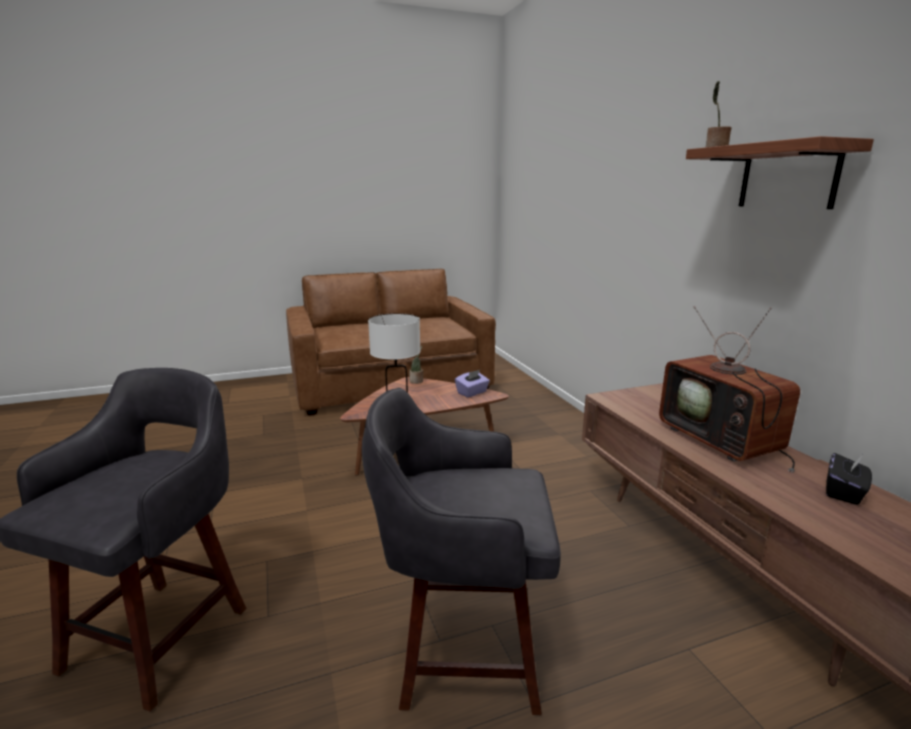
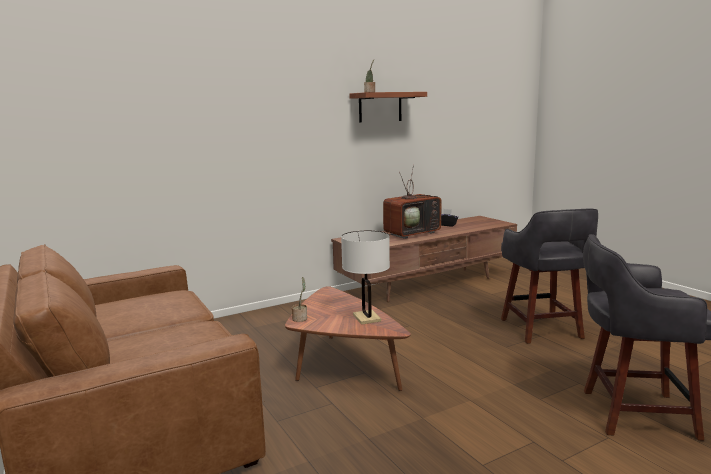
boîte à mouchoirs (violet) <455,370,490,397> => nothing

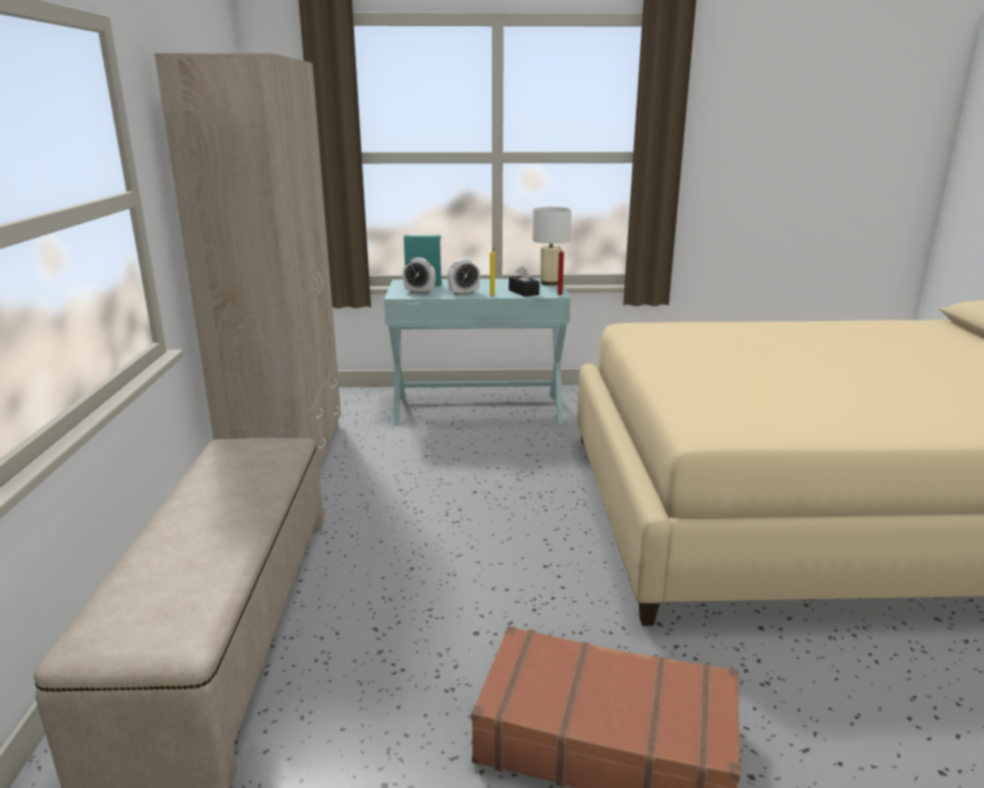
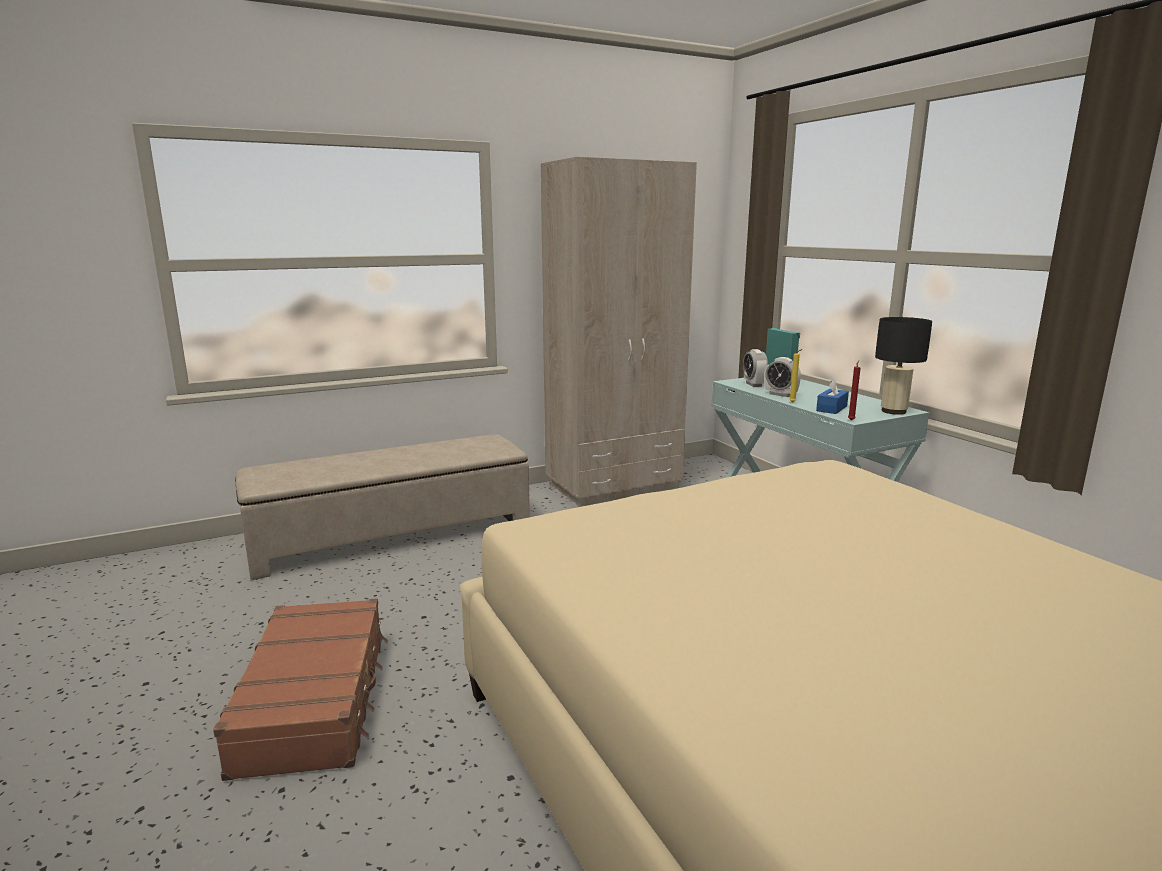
boîte à mouchoirs (noir) <509,266,540,297> => boîte à mouchoirs (bleu) <816,377,849,414>
lampe de table (blanc) <532,207,571,286> => lampe de table (noir) <875,317,932,415>

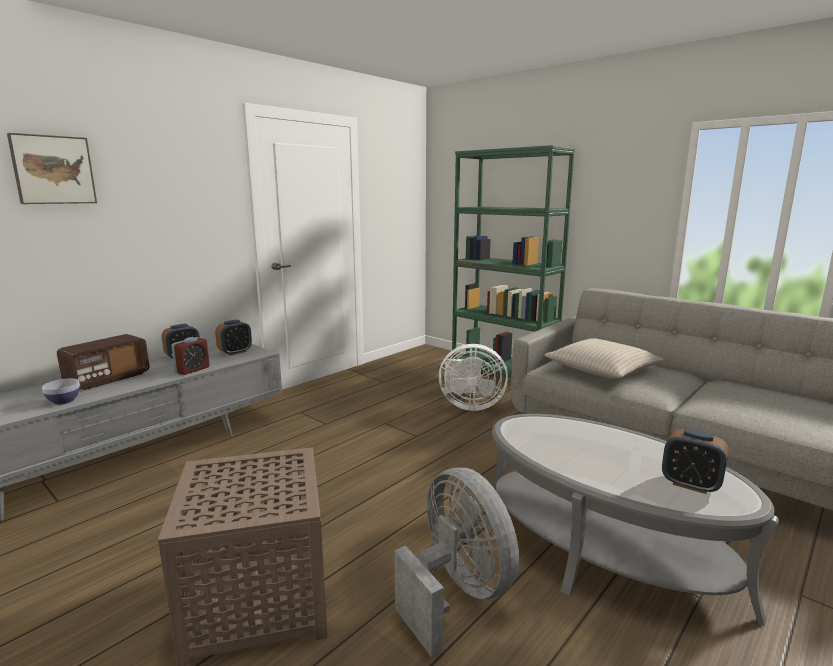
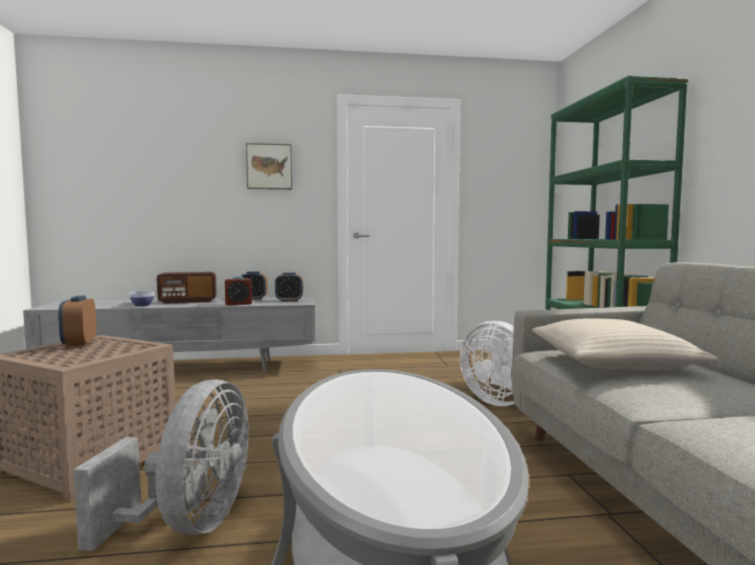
tableau <7,133,97,204> => tableau <246,143,292,189>, shifted
réveil <662,428,729,494> => réveil <58,296,96,347>, shifted

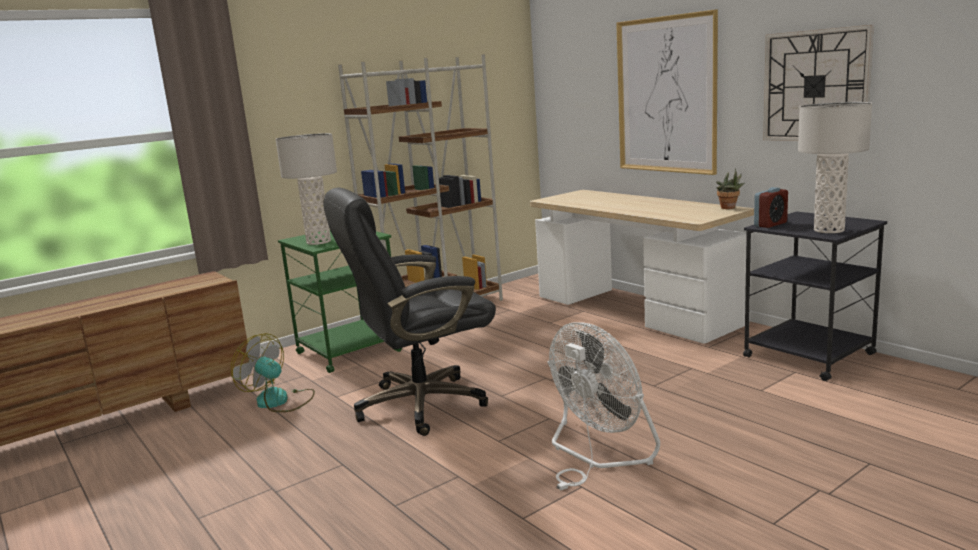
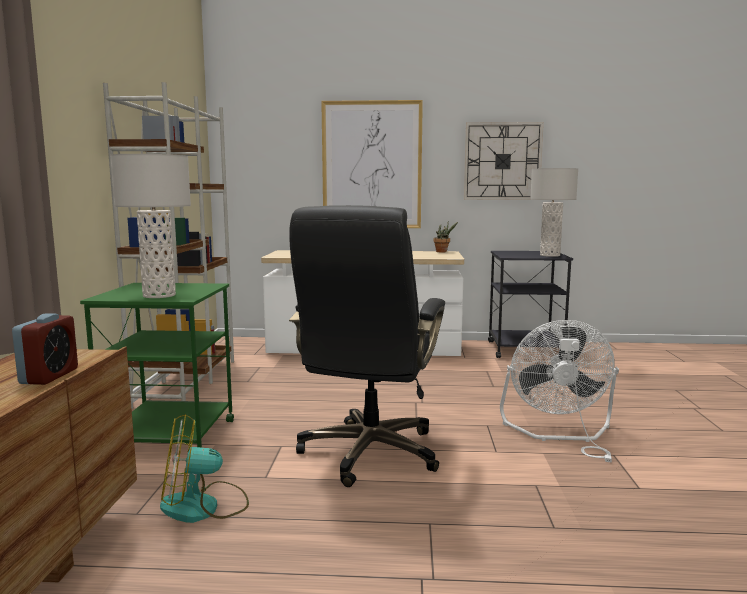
réveil <754,187,788,228> => réveil <12,313,78,385>, shifted

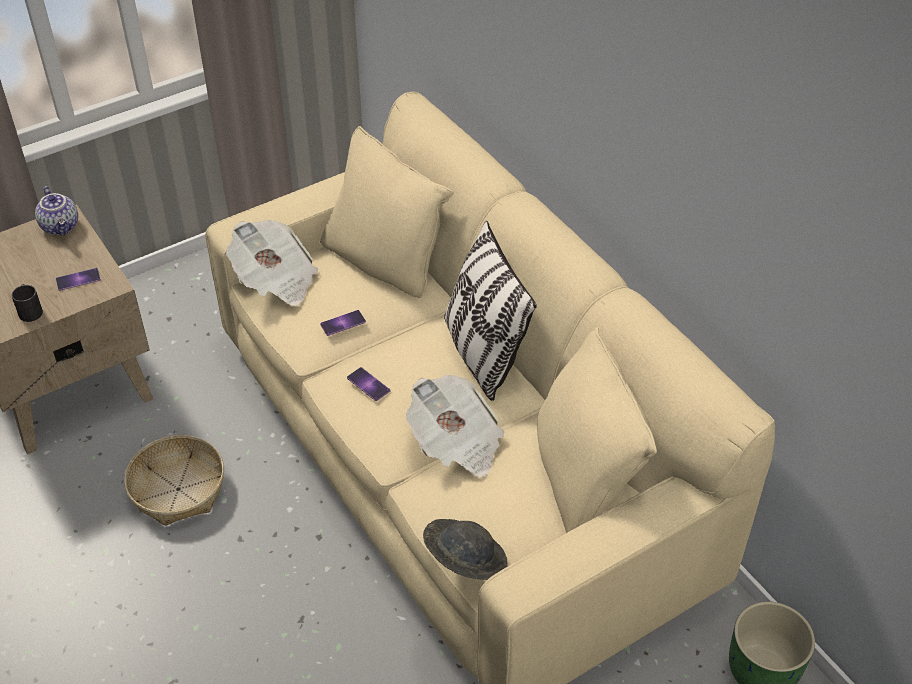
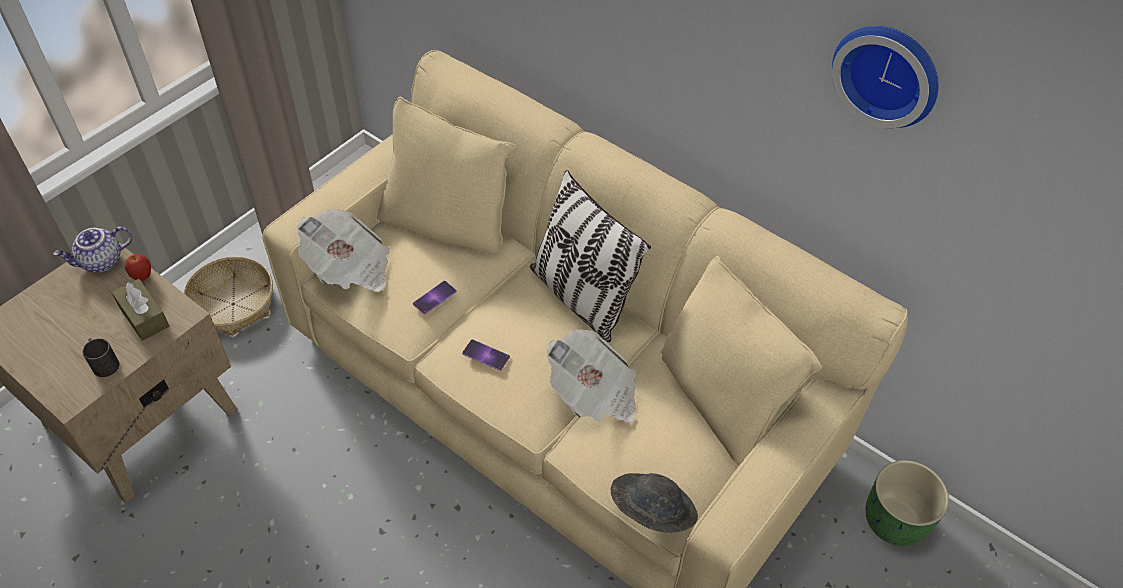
nothing => pomme <125,254,151,281>
nothing => horloge murale <832,26,939,128>
panier <124,435,224,526> => panier <183,256,273,336>, shifted
téléphone <56,268,101,291> => boîte à mouchoirs (marron) <112,279,169,341>
théière <35,186,78,235> => théière <53,226,132,272>, 105 degrees clockwise

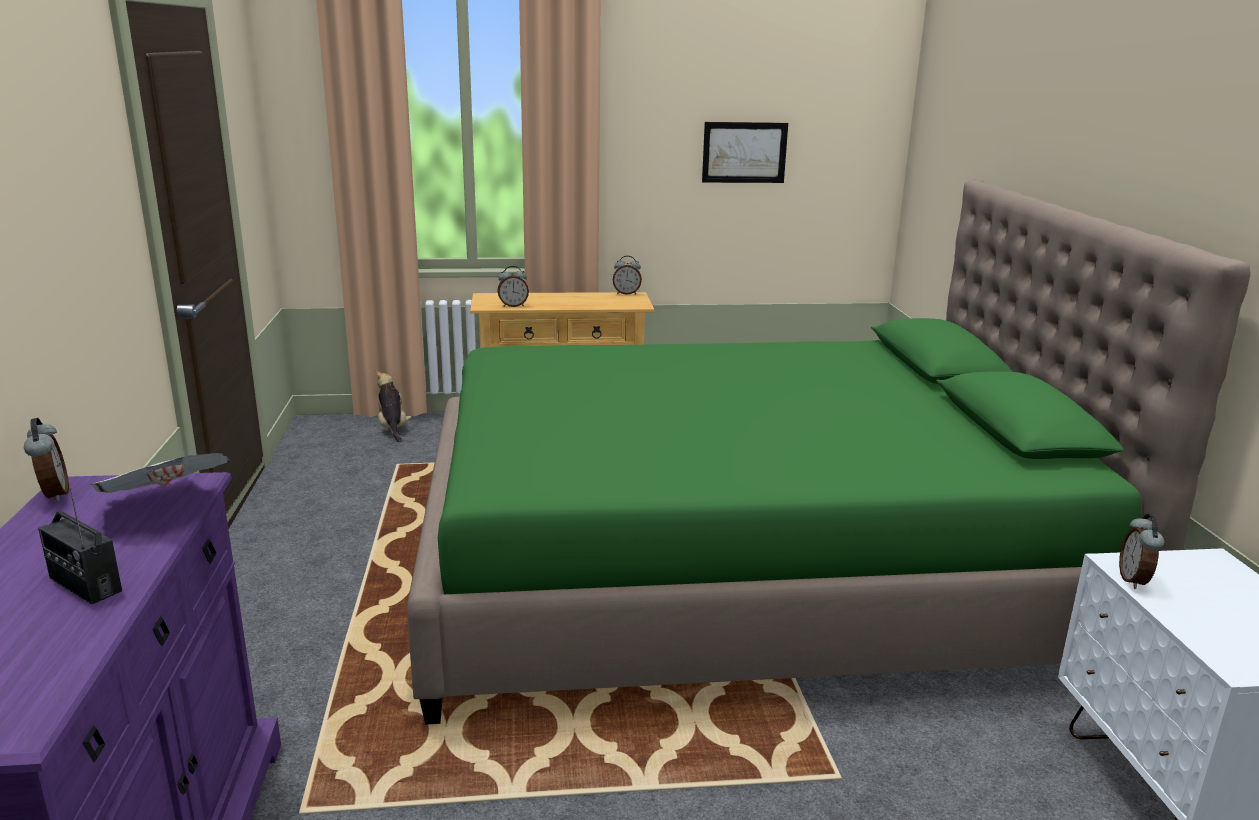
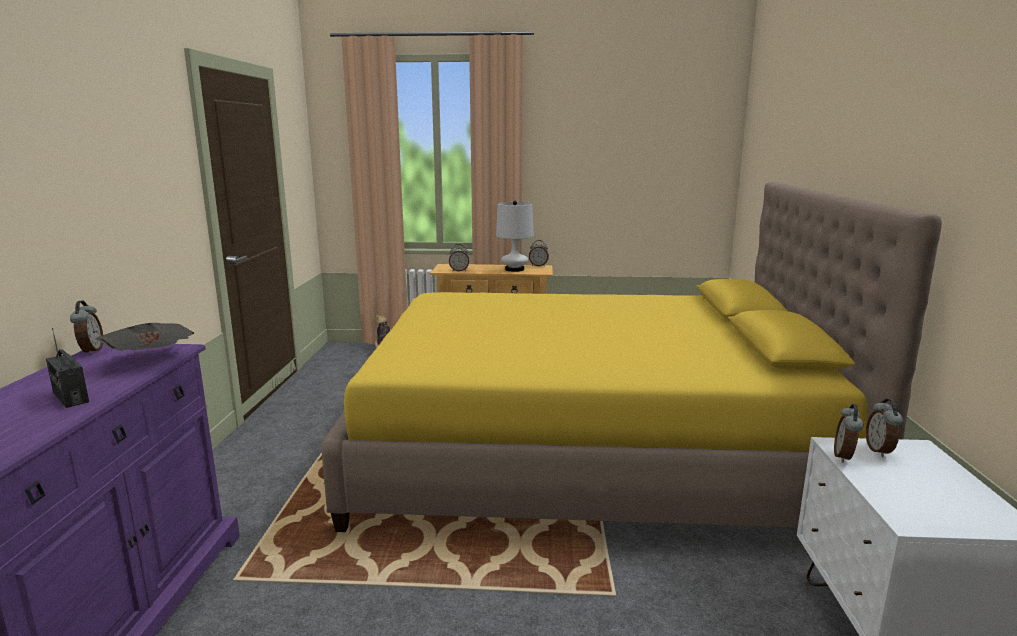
tableau <702,122,788,183> => nothing
nothing => lampe de table (blanc) <496,201,534,272>
nothing => réveil <866,399,903,457>
lit (vert) <407,179,1251,725> => lit (jaune) <322,182,942,532>

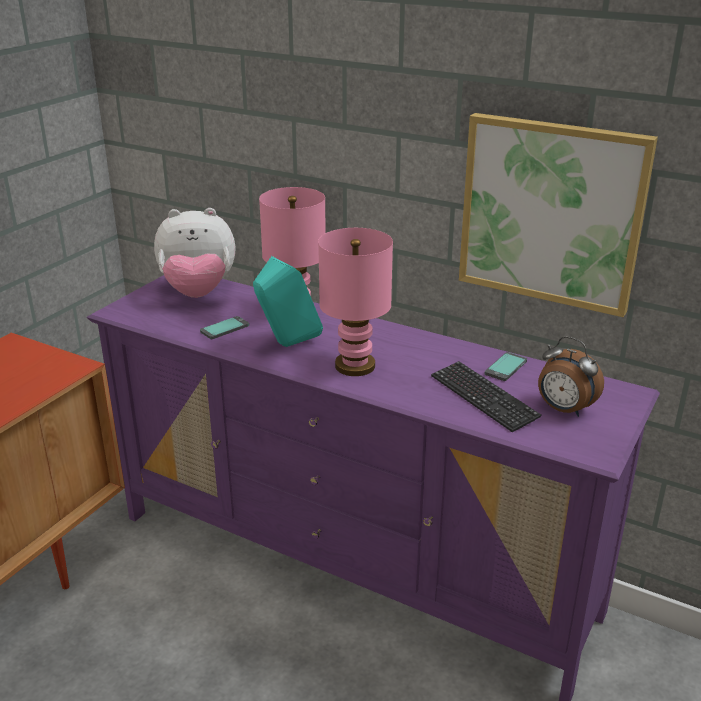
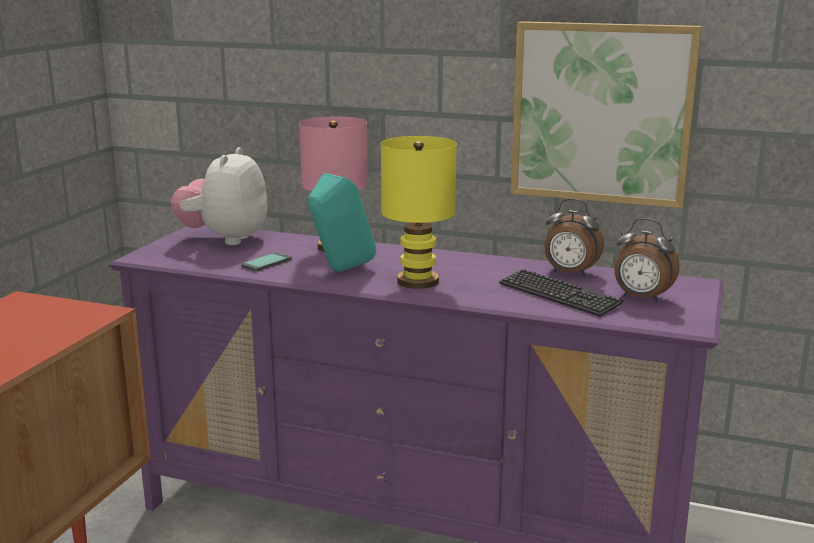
téléphone <485,352,527,381> => réveil <545,199,604,276>
lampe de table (rose) <318,228,393,376> => lampe de table (jaune) <381,136,457,289>
peluche <154,208,235,298> => peluche <171,147,267,245>, 120 degrees clockwise

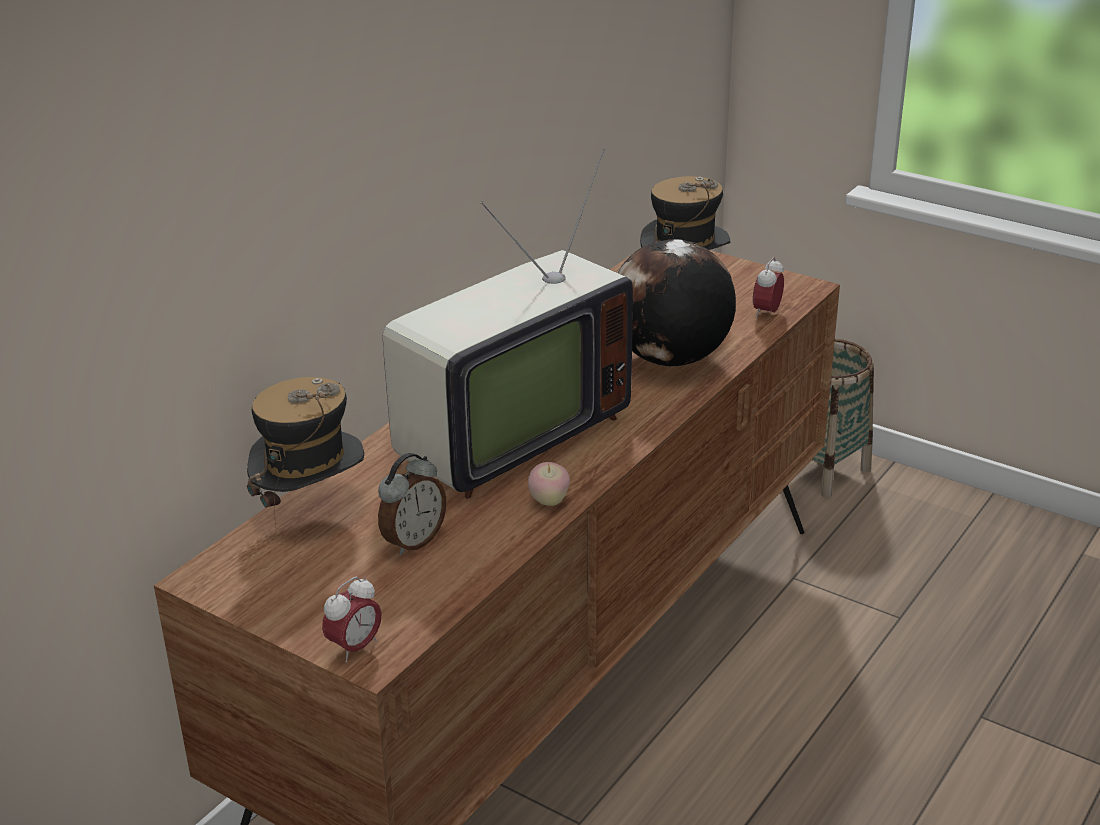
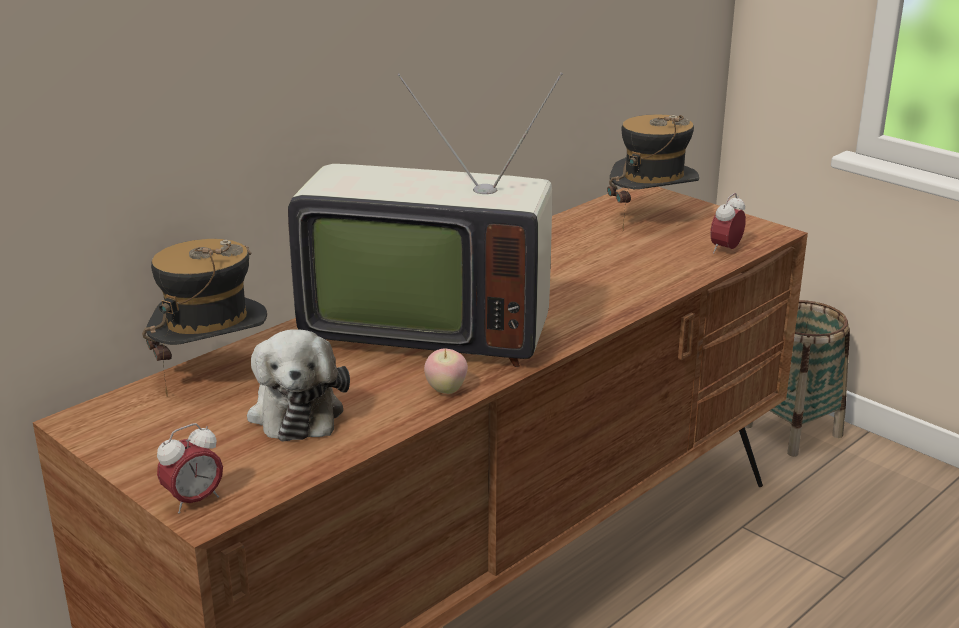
globe <617,239,736,367> => nothing
réveil <378,453,446,555> => peluche <247,329,350,441>
téléviseur <383,148,633,499> => téléviseur <288,72,563,367>, 45 degrees clockwise

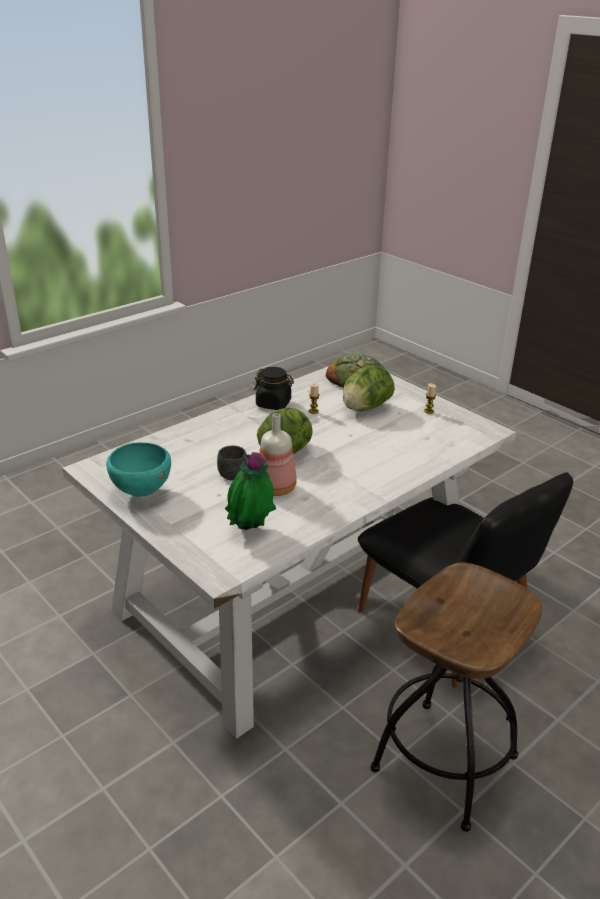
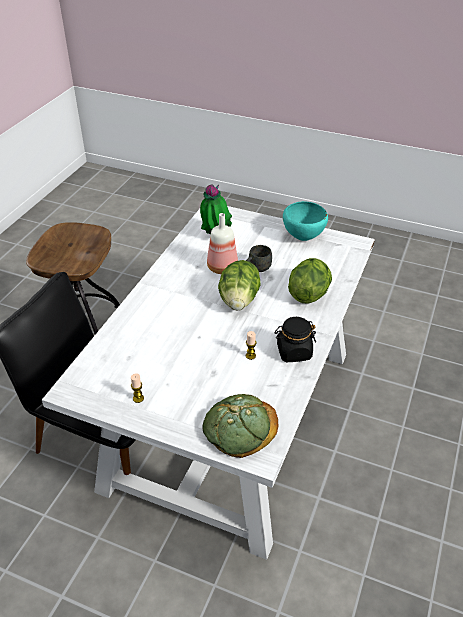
laitue <343,365,395,411> => laitue <288,258,332,303>, shifted

